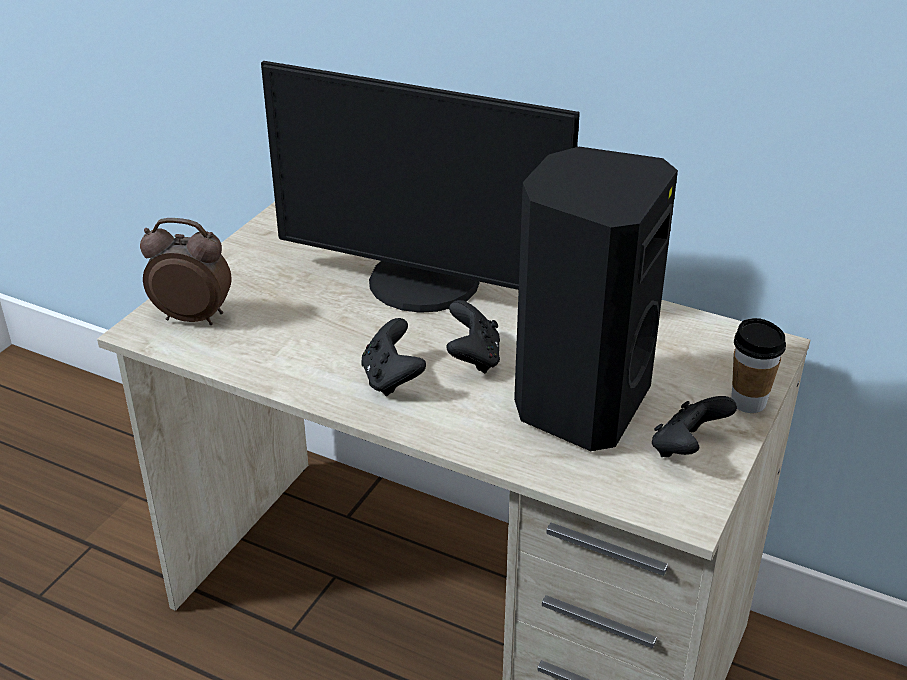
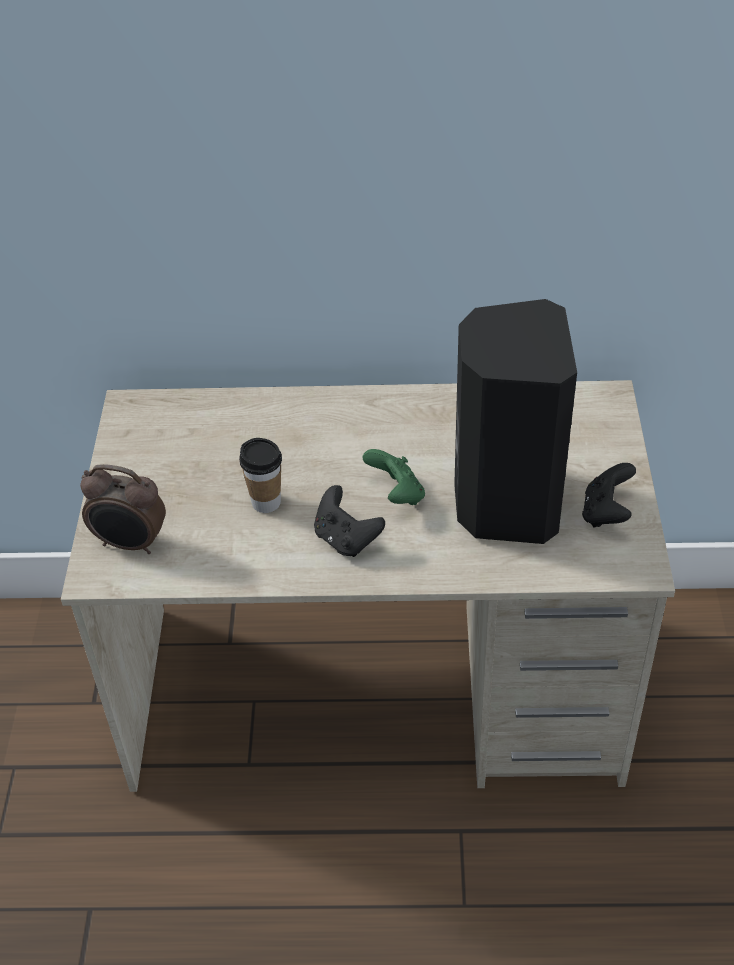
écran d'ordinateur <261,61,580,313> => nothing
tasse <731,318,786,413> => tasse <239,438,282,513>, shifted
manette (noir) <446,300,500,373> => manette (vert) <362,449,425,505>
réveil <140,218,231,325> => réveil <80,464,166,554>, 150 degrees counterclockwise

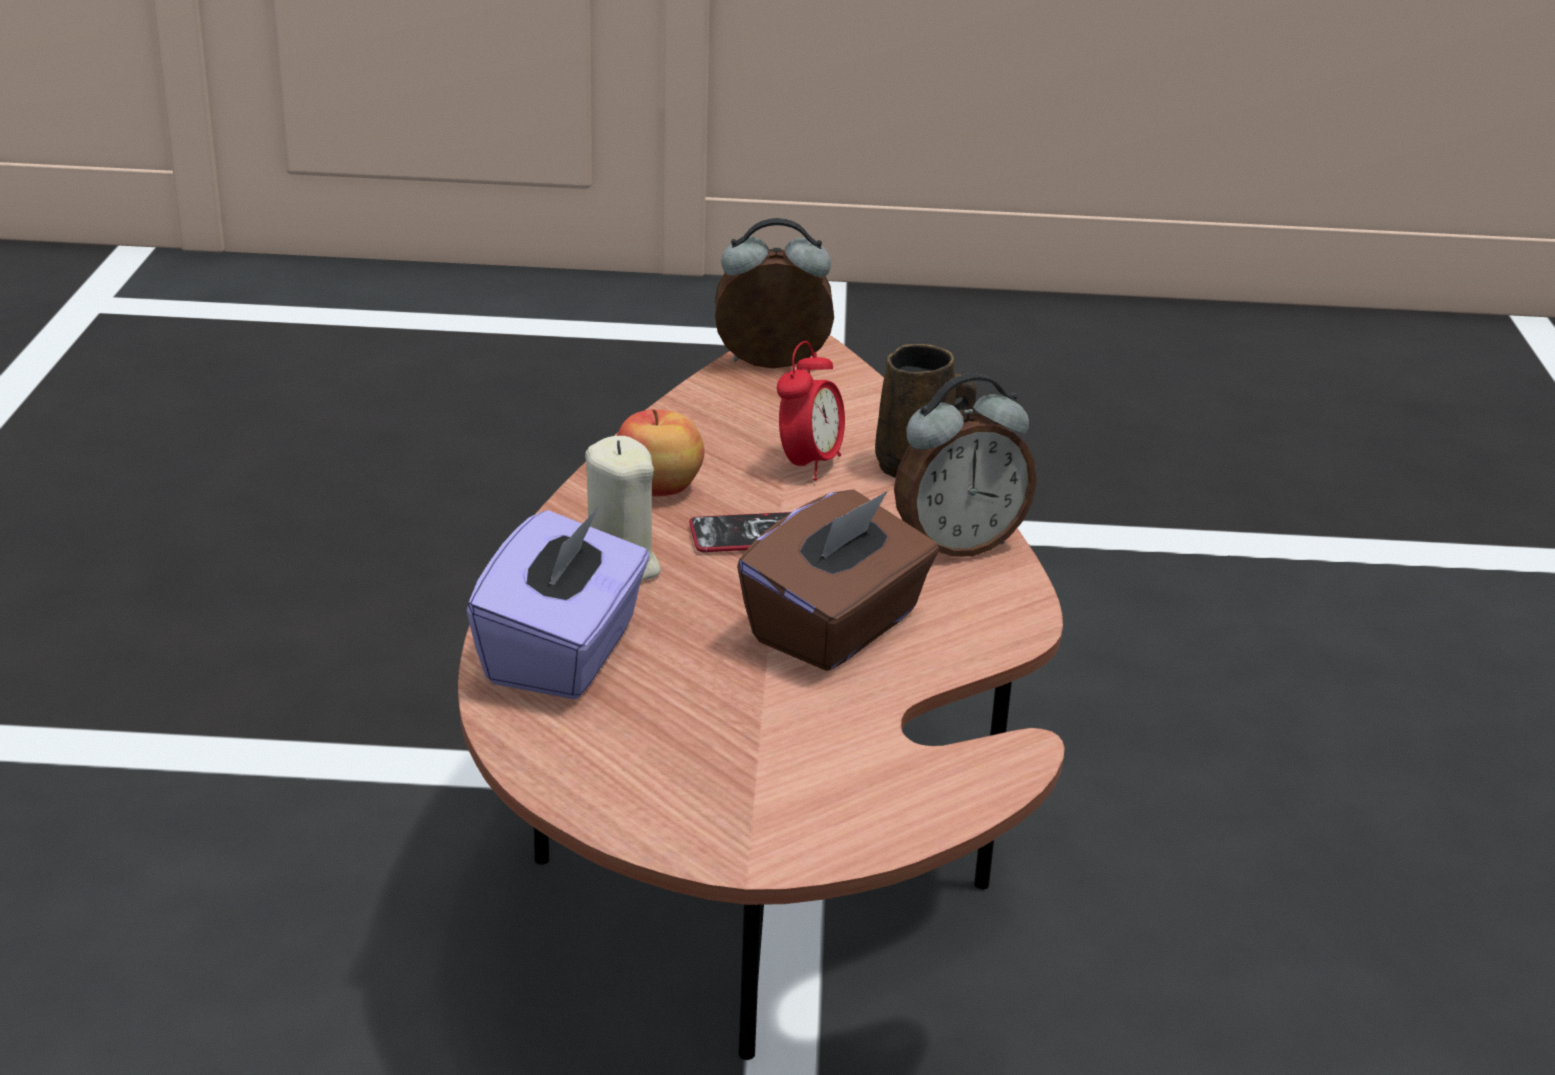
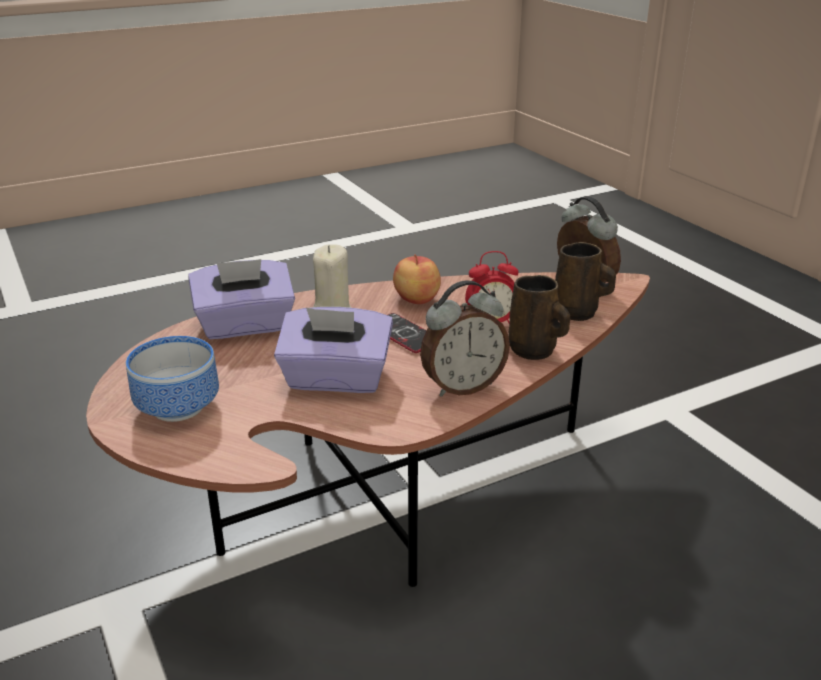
nothing => bol <126,336,219,422>
nothing => mug (marron) <555,242,616,321>
boîte à mouchoirs (marron) <737,489,939,671> => boîte à mouchoirs (violet) <274,307,393,393>
réveil <894,374,1037,557> => réveil <420,280,510,397>, 60 degrees counterclockwise

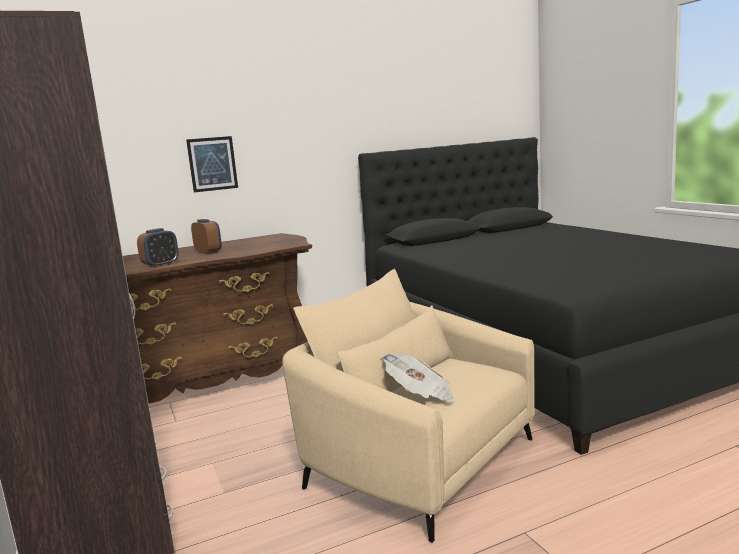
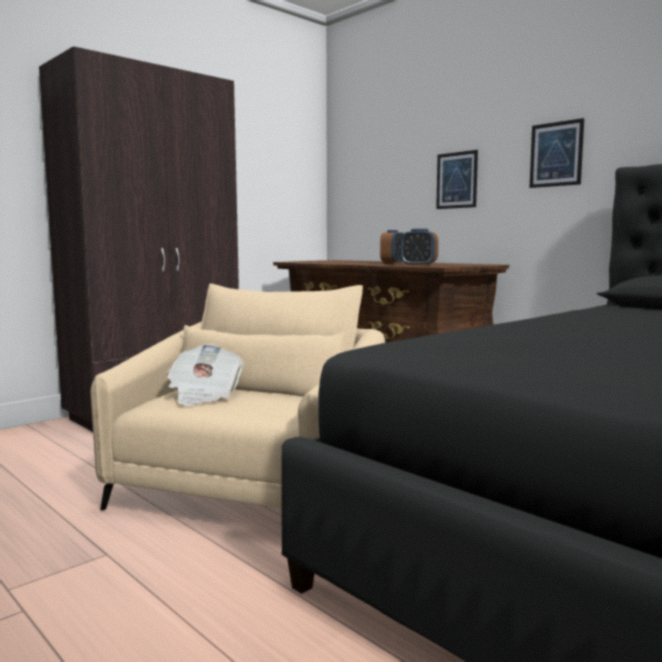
nothing => tableau <529,118,584,188>
réveil <137,228,179,268> => réveil <400,229,438,266>, shifted

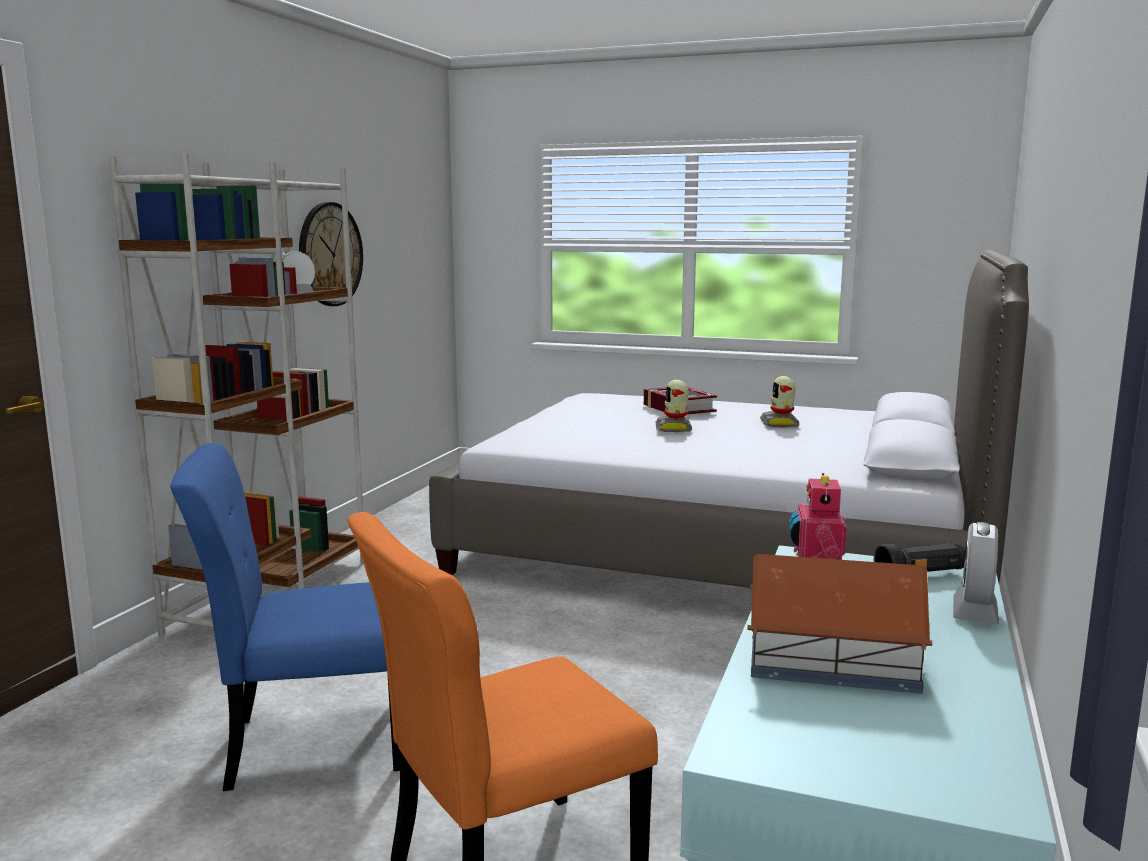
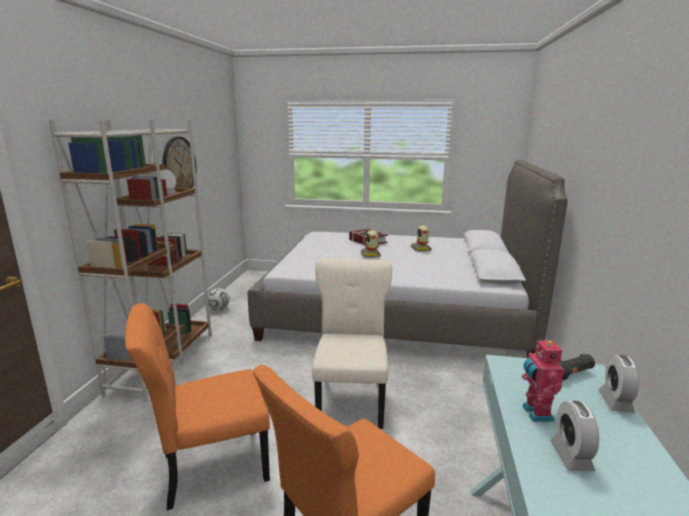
nothing => ballon de foot <208,288,230,310>
nothing => chaise (beige) <312,258,392,429>
maison miniature <747,554,932,694> => réveil <550,401,599,472>
chaise (bleu) <170,443,400,791> => chaise (orange) <125,303,270,510>

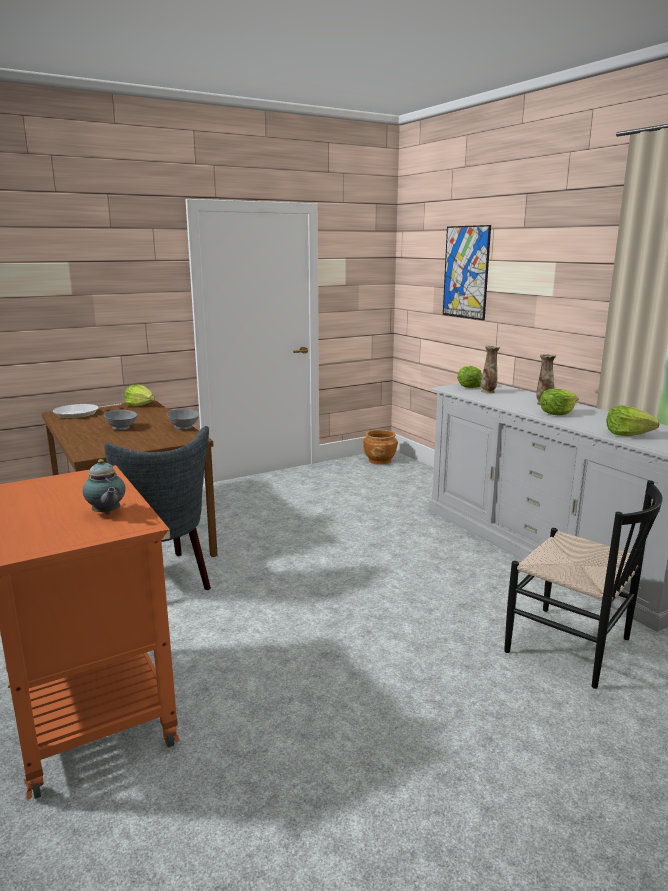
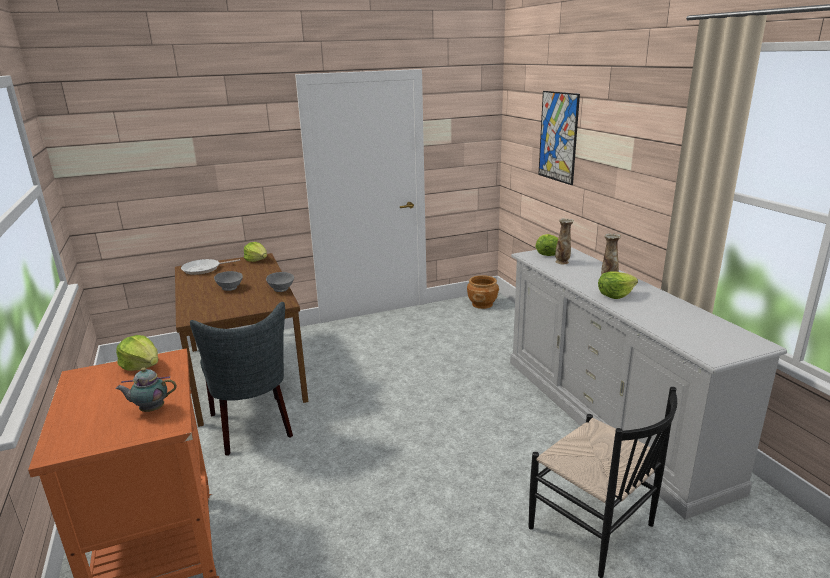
laitue <607,405,660,436> => laitue <116,335,158,371>, shifted
théière <83,459,125,515> => théière <115,368,177,412>, 105 degrees clockwise

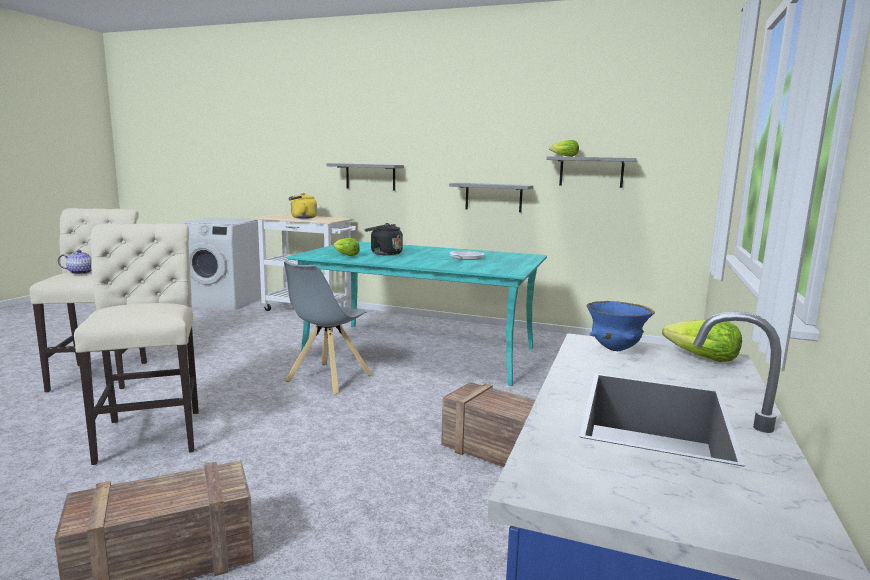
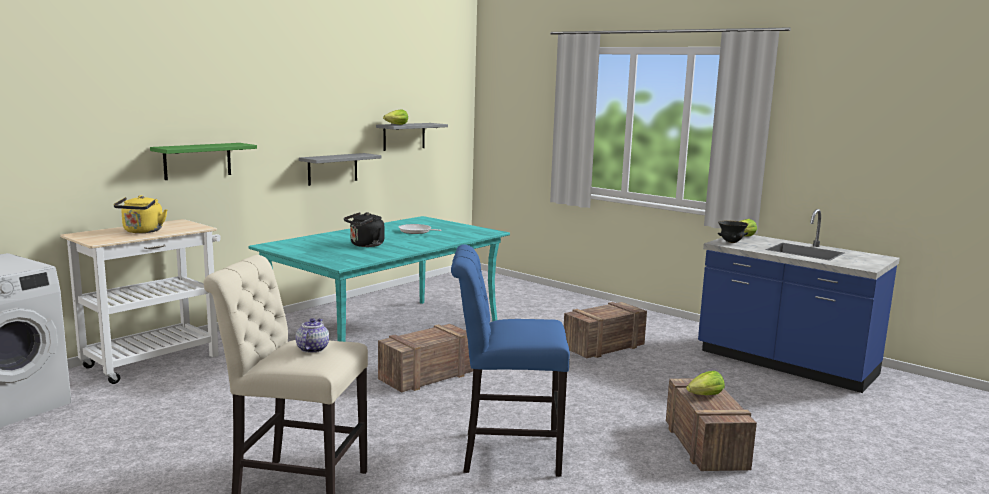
laitue <333,238,360,256> => laitue <686,371,725,395>, shifted
chaise (gris) <284,261,373,394> => caisse <378,324,473,393>
tabouret (beige) <74,224,199,465> => tabouret (bleu) <451,244,570,477>
étagère (gris) <327,163,404,191> => étagère (vert) <150,143,257,180>
bol (bleu) <587,301,655,351> => bol (noir) <718,220,749,243>

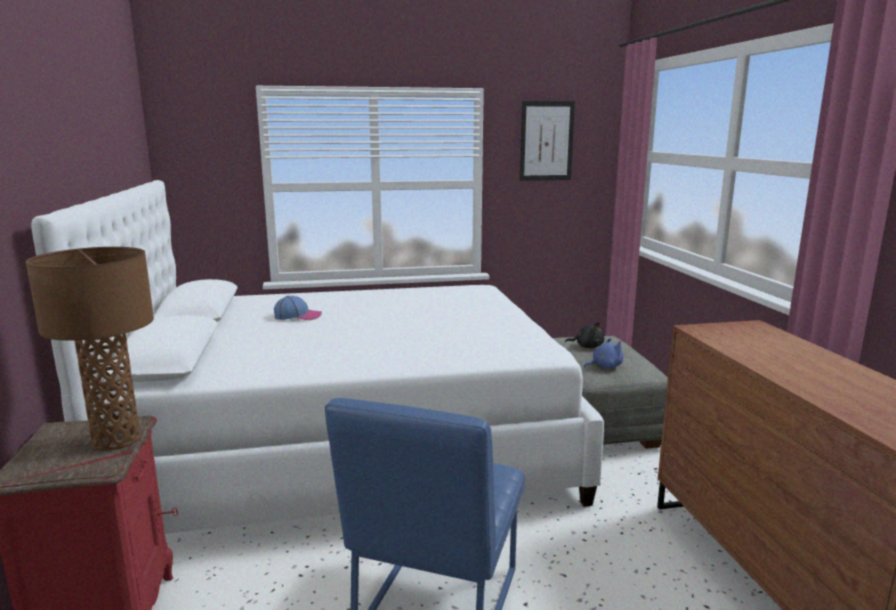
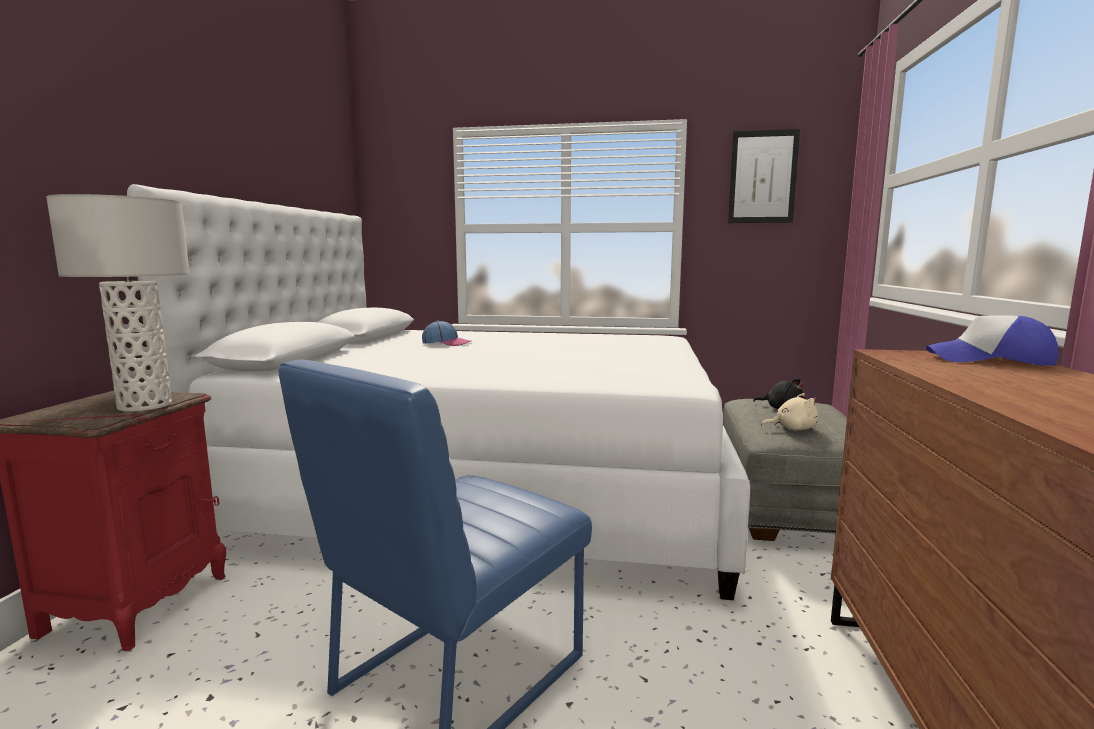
nothing => casquette <926,315,1059,366>
lampe de table (marron) <26,247,154,451> => lampe de table (blanc) <46,194,190,412>
peluche (bleu) <584,338,623,368> => peluche (beige) <761,393,819,430>

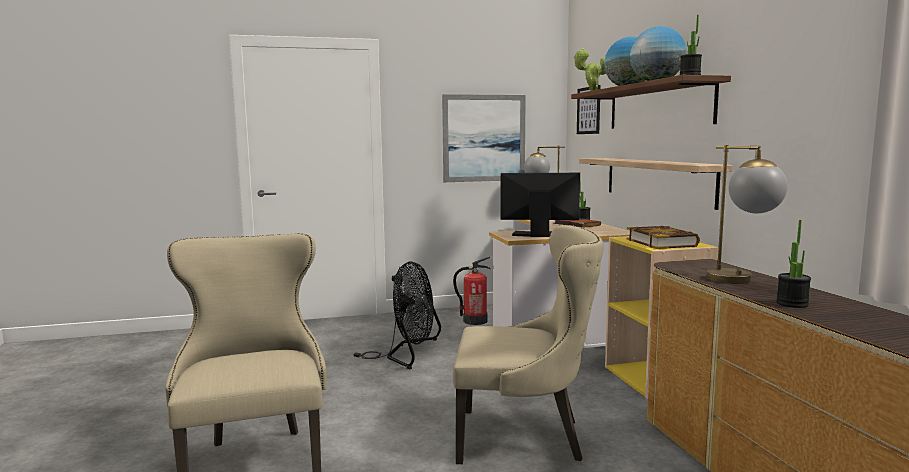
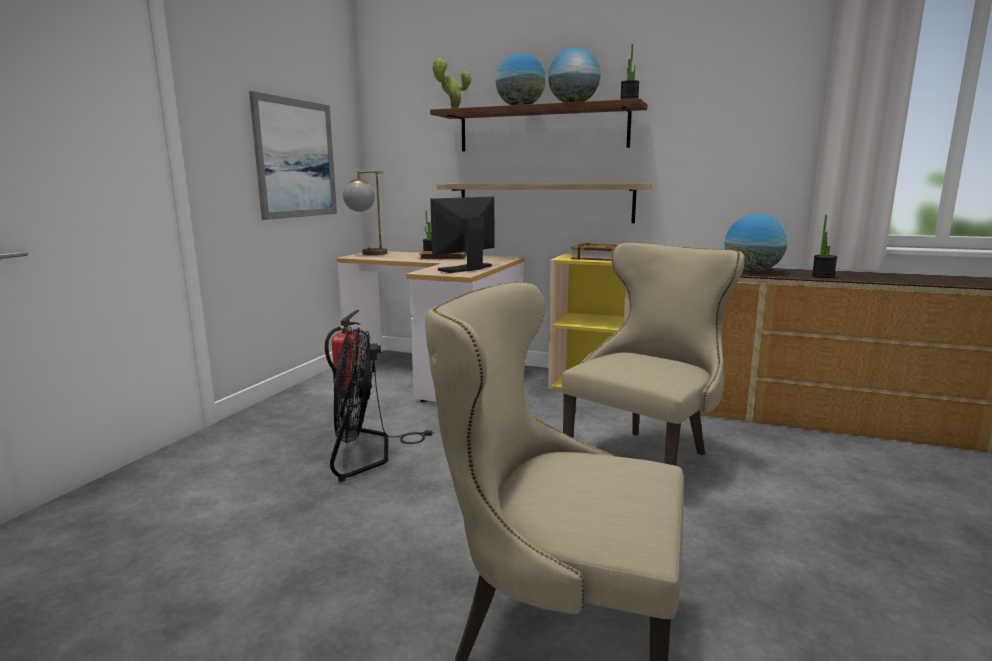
tableau <577,85,601,134> => nothing
lampe de table <707,145,788,284> => globe <725,214,788,272>
ventilateur (noir) <354,261,441,370> => ventilateur (noir) <330,327,433,482>, 150 degrees counterclockwise

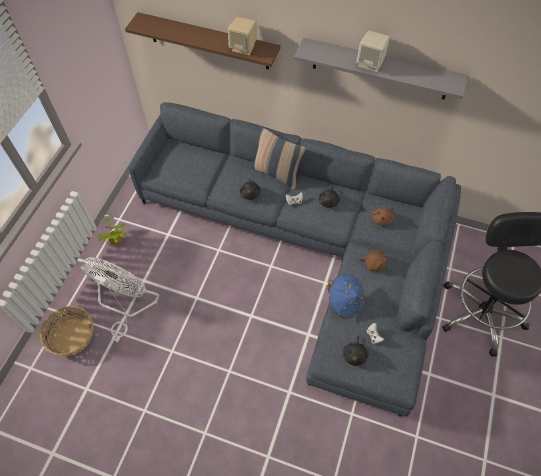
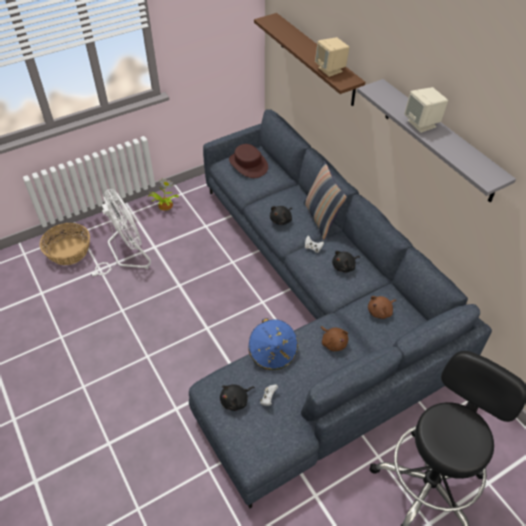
nothing => chapeau (marron) <229,144,268,178>

